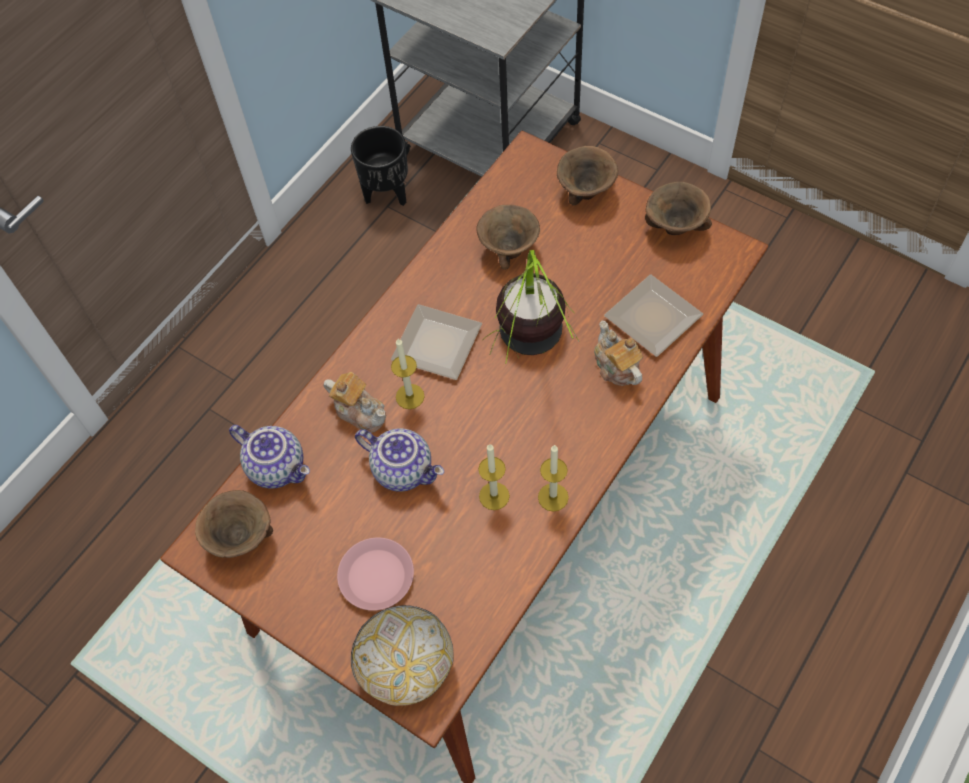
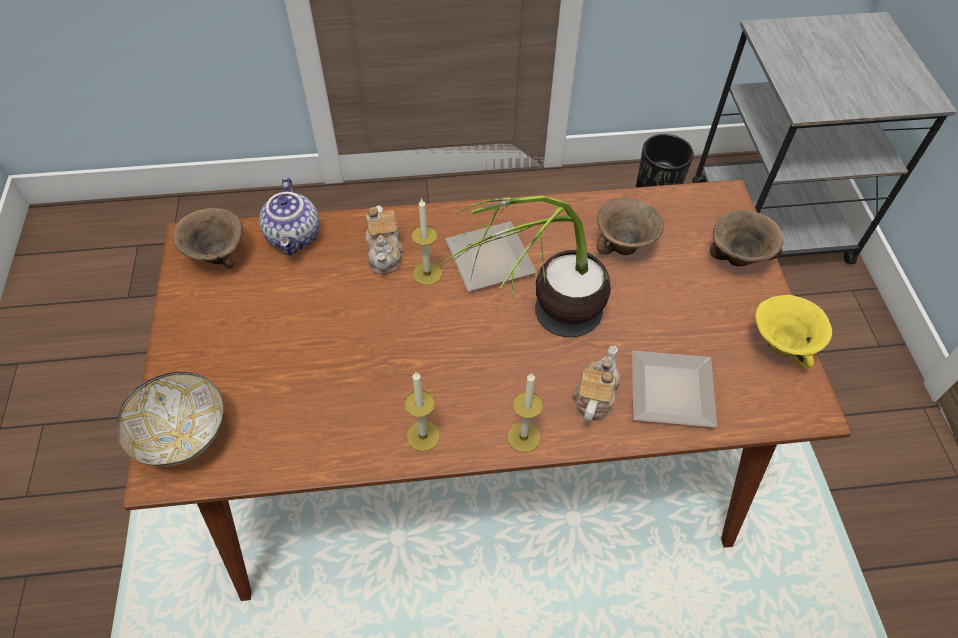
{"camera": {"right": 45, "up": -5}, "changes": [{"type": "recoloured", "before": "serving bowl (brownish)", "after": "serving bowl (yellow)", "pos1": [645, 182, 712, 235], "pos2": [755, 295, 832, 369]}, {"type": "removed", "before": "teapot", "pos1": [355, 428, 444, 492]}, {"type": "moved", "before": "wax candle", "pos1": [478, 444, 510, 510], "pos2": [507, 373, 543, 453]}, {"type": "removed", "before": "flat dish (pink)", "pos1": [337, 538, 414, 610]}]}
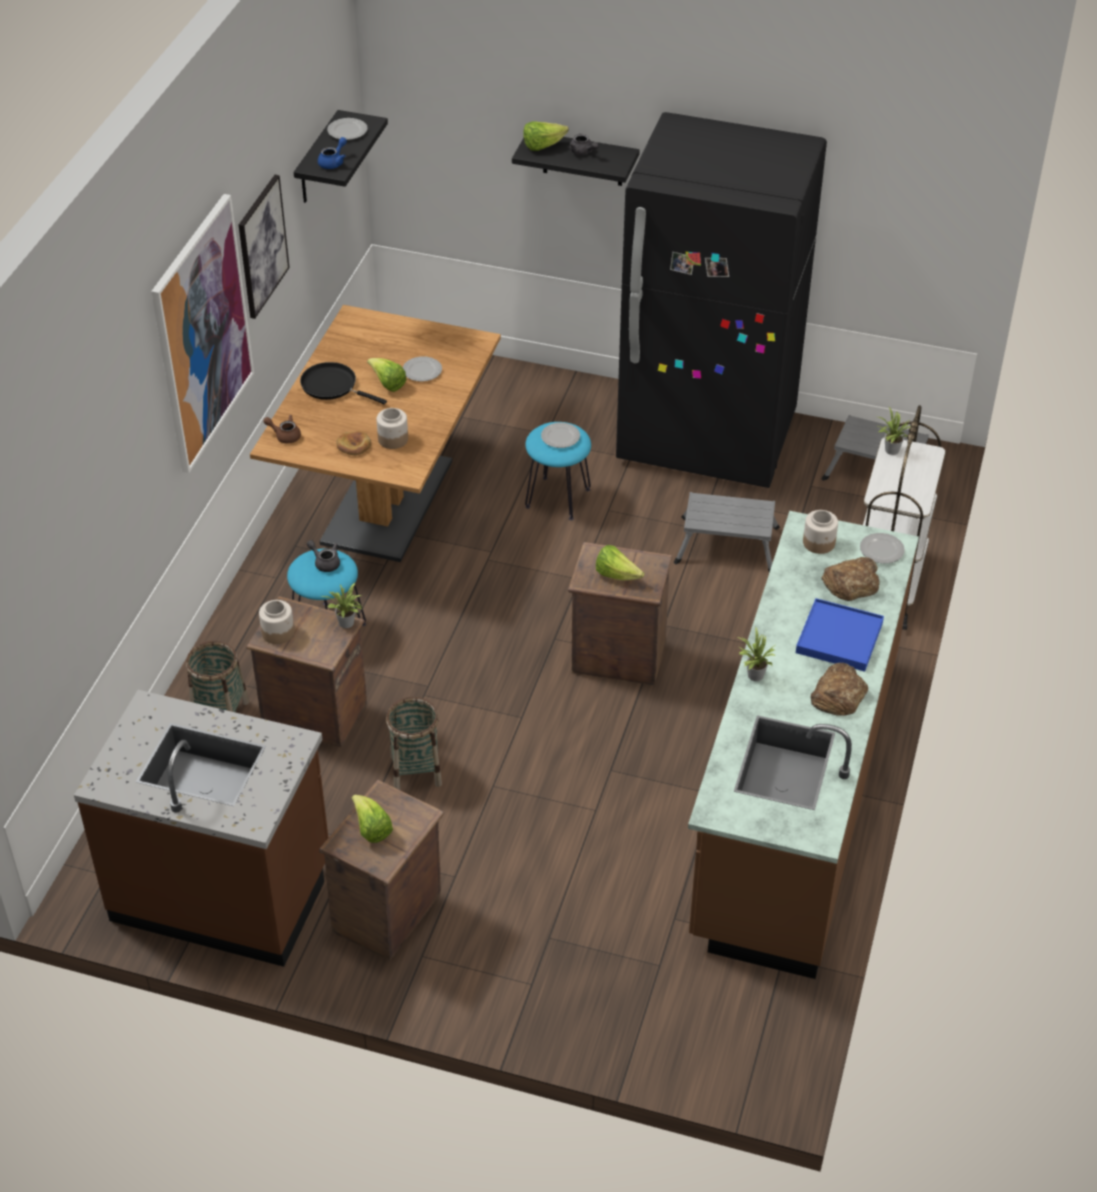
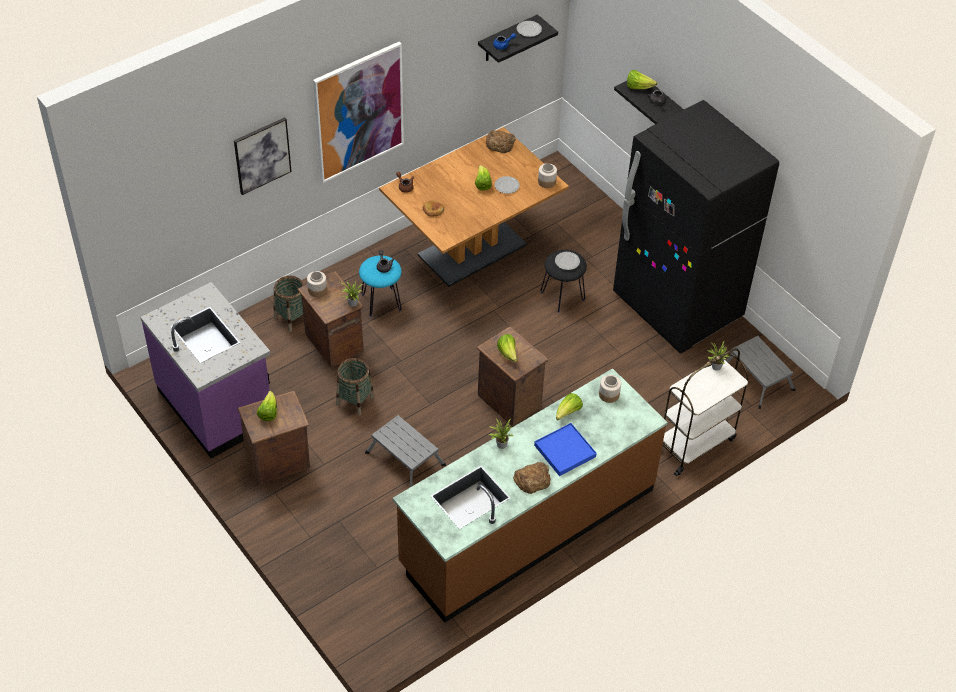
{"camera": {"right": 35, "up": 5}, "changes": [{"type": "moved", "before": "wall picture", "pos1": [239, 175, 290, 319], "pos2": [234, 117, 292, 195]}, {"type": "removed", "before": "pan (black)", "pos1": [300, 362, 387, 405]}, {"type": "moved", "before": "storage jar", "pos1": [376, 408, 408, 449], "pos2": [538, 163, 557, 188]}, {"type": "recoloured", "before": "sitting stool (turquoise-coloured)", "after": "sitting stool (black)", "pos1": [525, 422, 591, 520], "pos2": [540, 250, 587, 313]}, {"type": "moved", "before": "step stool (greyish)", "pos1": [674, 492, 780, 572], "pos2": [365, 415, 446, 487]}, {"type": "removed", "before": "flat dish", "pos1": [860, 533, 905, 564]}, {"type": "moved", "before": "bakery bread", "pos1": [822, 557, 880, 601], "pos2": [486, 130, 516, 153]}, {"type": "recoloured", "before": "kitchen counter (brownish)", "after": "kitchen counter (purple)", "pos1": [74, 690, 328, 967], "pos2": [140, 282, 270, 459]}, {"type": "added", "after": "lettuce", "pos2": [556, 393, 583, 420]}]}
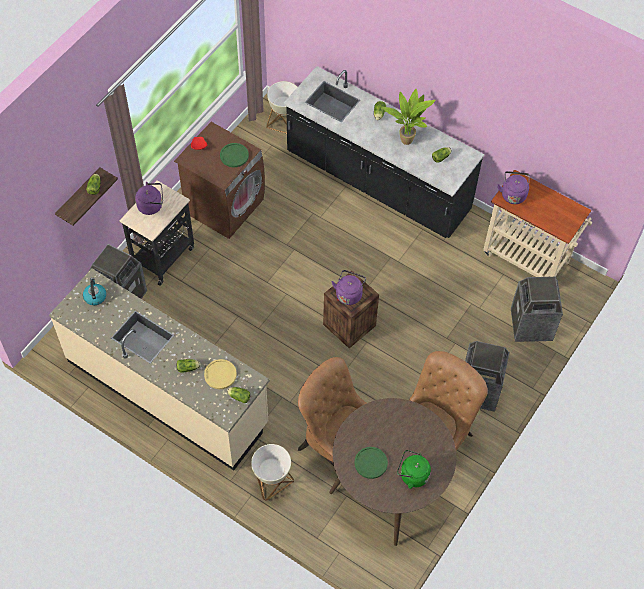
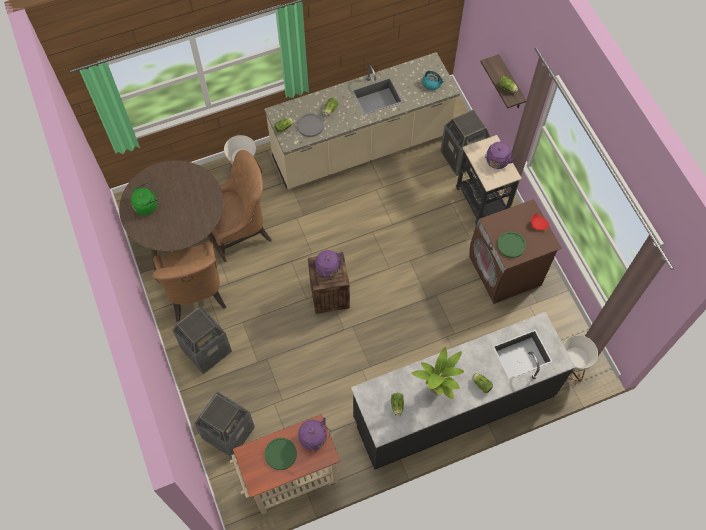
{"camera": {"right": 125, "up": 5}, "changes": [{"type": "recoloured", "before": "flat dish (yellow)", "after": "flat dish (greyish)", "pos1": [204, 359, 237, 389], "pos2": [297, 113, 324, 137]}, {"type": "moved", "before": "flat dish (green)", "pos1": [355, 447, 388, 479], "pos2": [265, 438, 297, 470]}]}
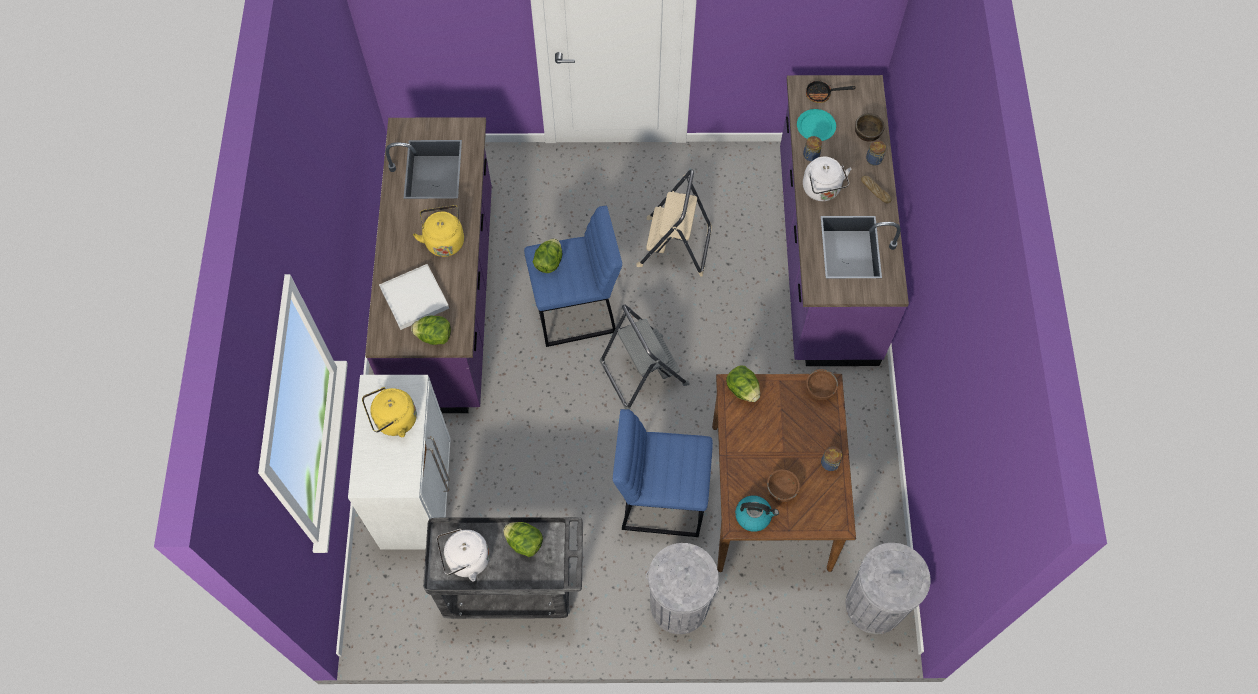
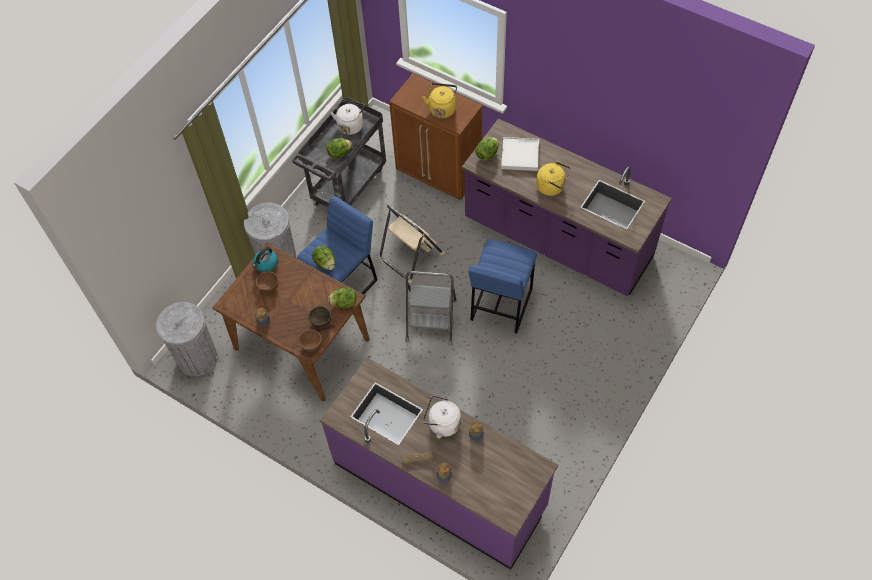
{"camera": {"right": 125, "up": -5}, "changes": [{"type": "removed", "before": "pan", "pos1": [806, 80, 856, 103]}, {"type": "removed", "before": "flat dish (turquoise-coloured)", "pos1": [797, 109, 836, 141]}, {"type": "moved", "before": "serving bowl (brownish)", "pos1": [855, 113, 884, 142], "pos2": [308, 306, 331, 328]}, {"type": "moved", "before": "step stool (beige-coloured)", "pos1": [636, 169, 712, 277], "pos2": [379, 205, 445, 283]}, {"type": "moved", "before": "lettuce", "pos1": [533, 238, 562, 273], "pos2": [312, 245, 335, 270]}, {"type": "recoloured", "before": "cabinet (white-coloured)", "after": "cabinet (brownish)", "pos1": [348, 375, 451, 550], "pos2": [389, 74, 483, 201]}]}
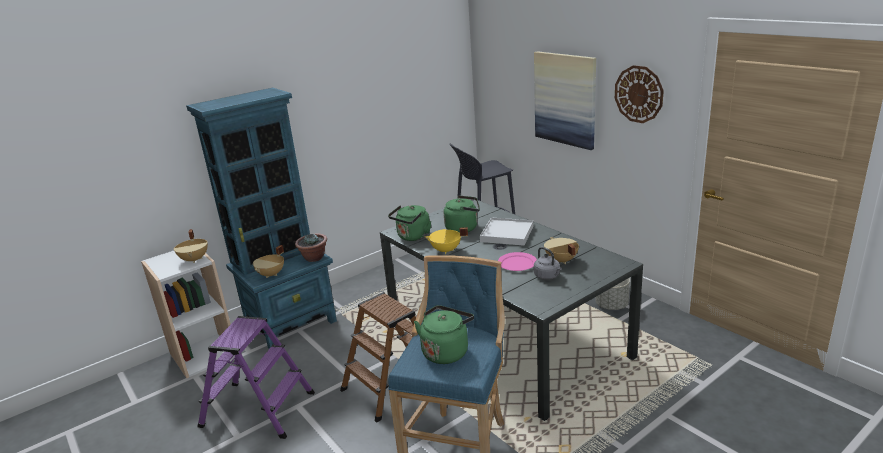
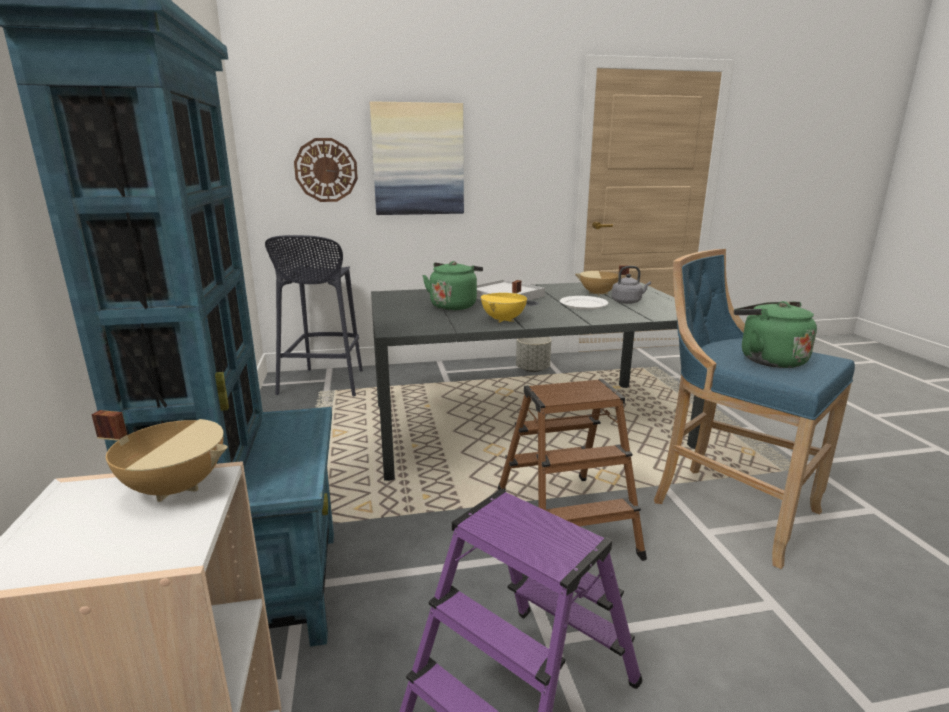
{"camera": {"right": -65, "up": -5}, "changes": [{"type": "moved", "before": "wall clock", "pos1": [615, 65, 664, 123], "pos2": [294, 138, 358, 202]}, {"type": "removed", "before": "kettle (green)", "pos1": [388, 205, 431, 241]}, {"type": "removed", "before": "houseplant", "pos1": [295, 233, 327, 262]}, {"type": "removed", "before": "saucepot (beige-coloured)", "pos1": [253, 245, 284, 278]}, {"type": "recoloured", "before": "flat dish (pink)", "after": "flat dish (white-coloured)", "pos1": [498, 252, 537, 271], "pos2": [560, 296, 608, 310]}]}
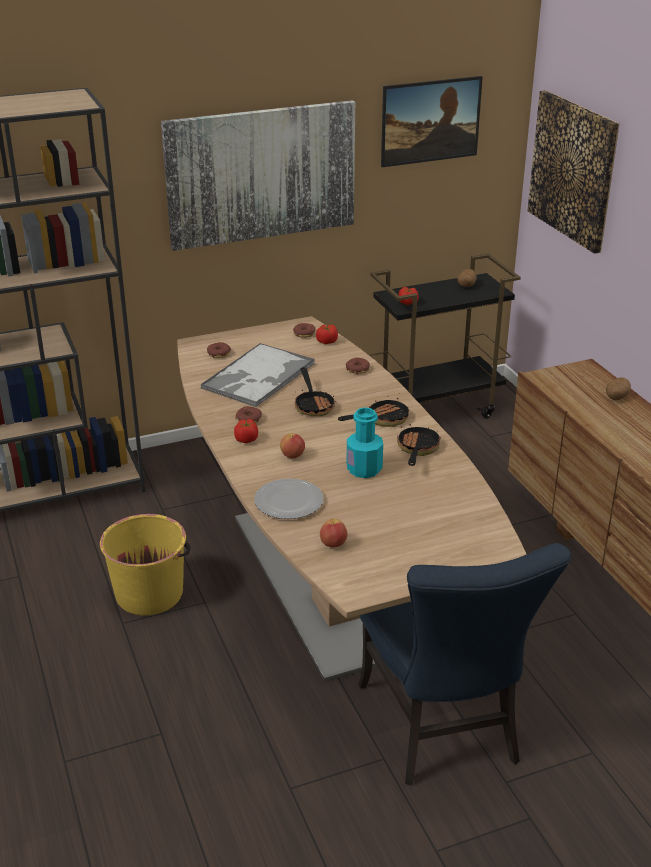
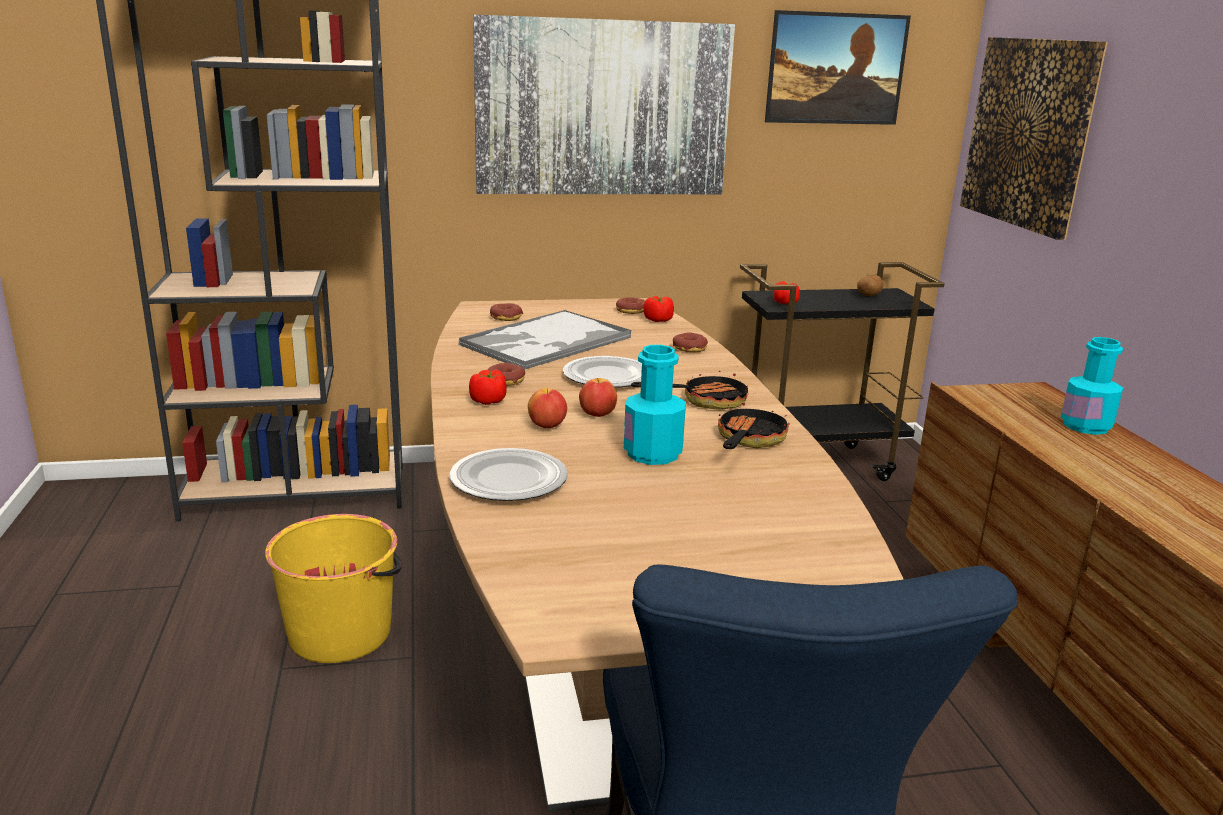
{"camera": {"right": 10, "up": -10}, "changes": [{"type": "replaced", "before": "pan", "after": "flat dish", "pos1": [294, 367, 336, 416], "pos2": [563, 356, 642, 388]}, {"type": "replaced", "before": "potato", "after": "beverage bottle (turquoise-coloured)", "pos1": [606, 377, 631, 400], "pos2": [1061, 337, 1123, 435]}, {"type": "moved", "before": "apple", "pos1": [320, 519, 347, 547], "pos2": [579, 378, 617, 417]}]}
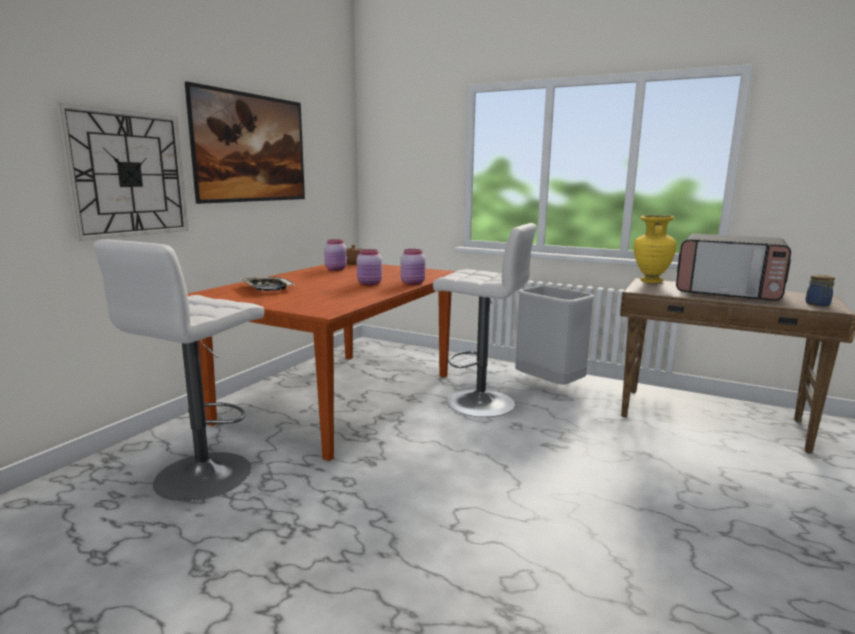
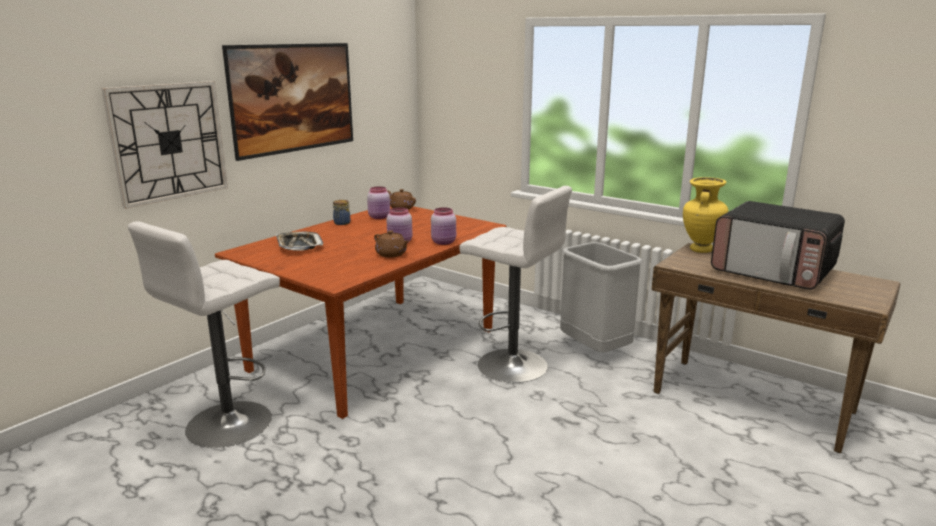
{"camera": {"right": 10, "up": 5}, "changes": [{"type": "moved", "before": "storage jar", "pos1": [806, 275, 835, 306], "pos2": [333, 200, 350, 225]}, {"type": "added", "after": "teapot (brownish)", "pos2": [374, 230, 409, 258]}]}
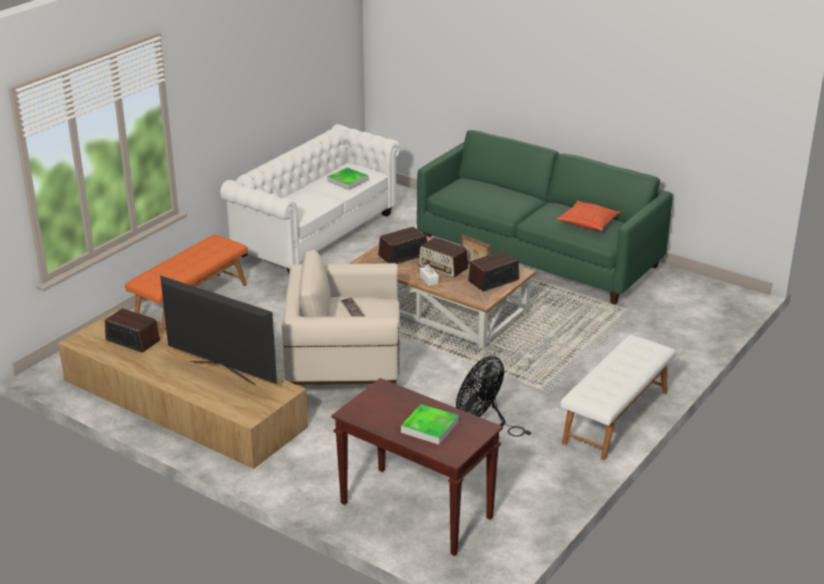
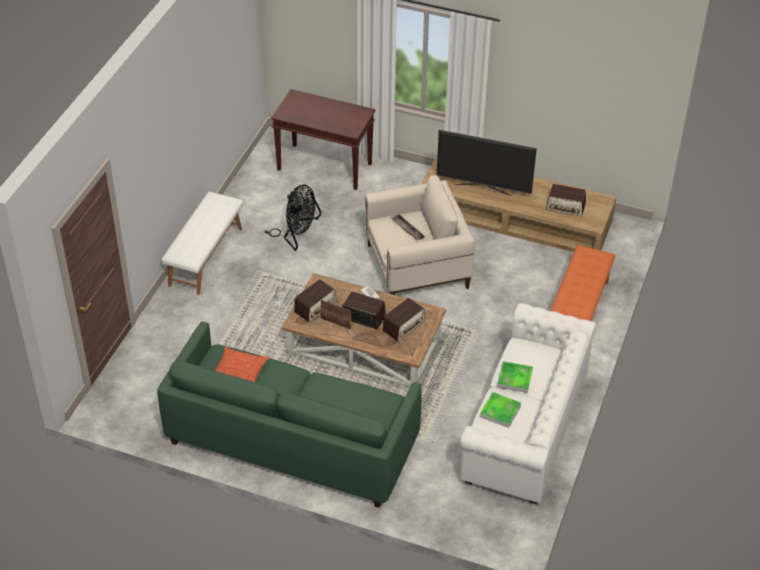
{"camera": {"right": 165, "up": 15}, "changes": [{"type": "moved", "before": "carrying tray", "pos1": [401, 404, 459, 445], "pos2": [497, 361, 533, 393]}]}
